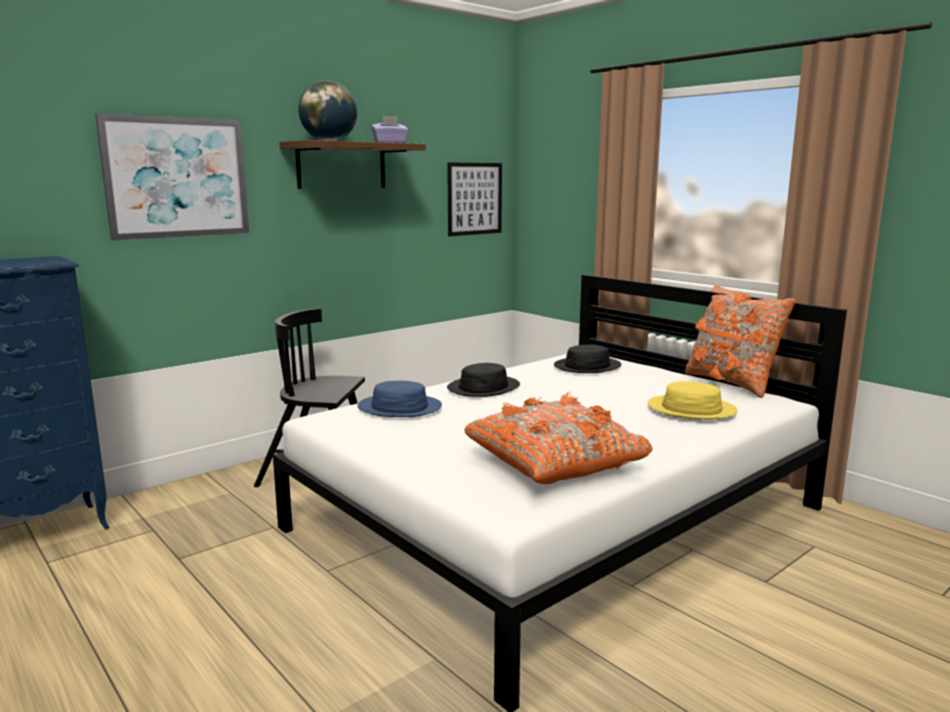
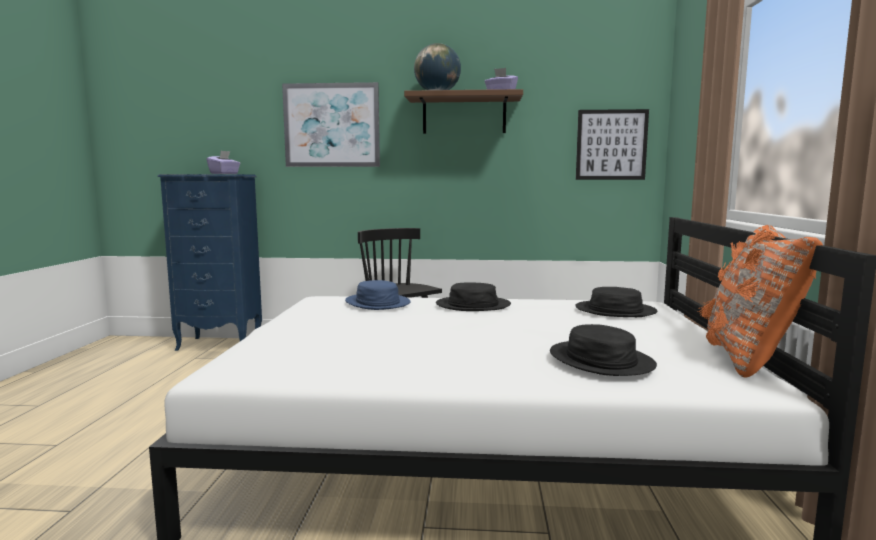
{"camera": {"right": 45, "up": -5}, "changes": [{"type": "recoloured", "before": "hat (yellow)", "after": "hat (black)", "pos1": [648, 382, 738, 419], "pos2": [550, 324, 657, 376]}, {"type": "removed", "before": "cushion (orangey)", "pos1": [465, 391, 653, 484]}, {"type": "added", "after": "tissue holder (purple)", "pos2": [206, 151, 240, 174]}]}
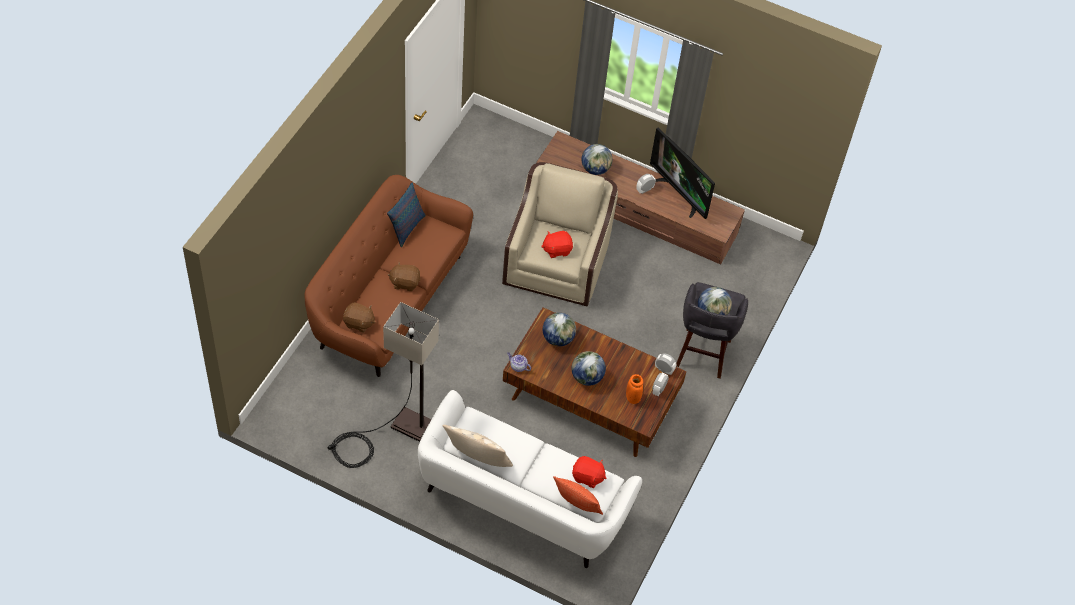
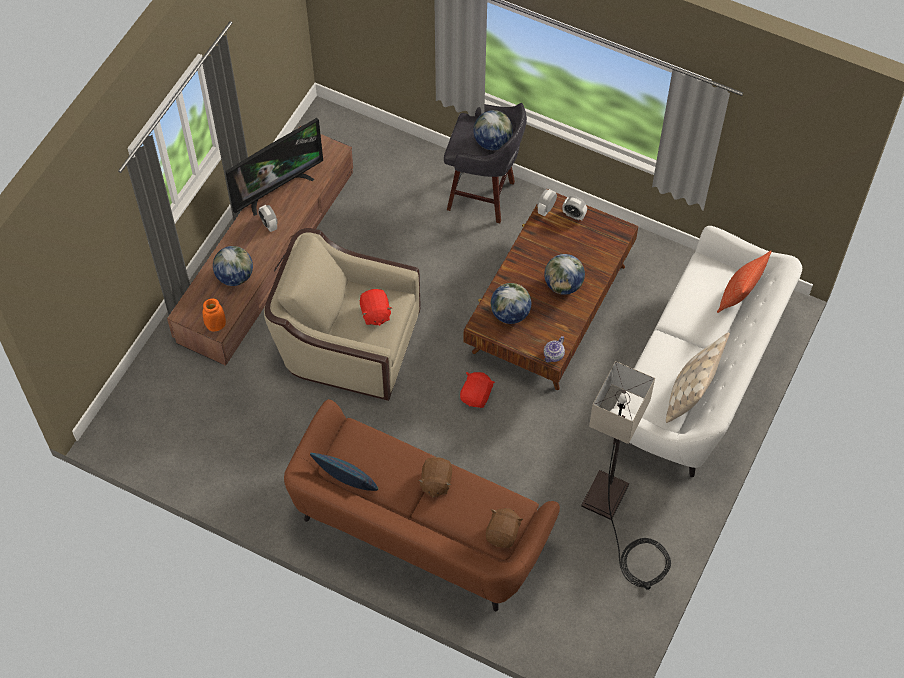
{"camera": {"right": -85, "up": 5}, "changes": [{"type": "moved", "before": "flower vase (orangey)", "pos1": [626, 374, 643, 404], "pos2": [203, 298, 226, 332]}, {"type": "moved", "before": "cuddly toy (red)", "pos1": [572, 456, 607, 488], "pos2": [460, 372, 495, 408]}]}
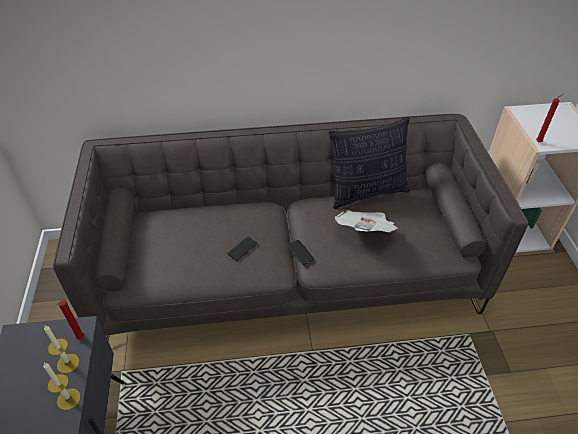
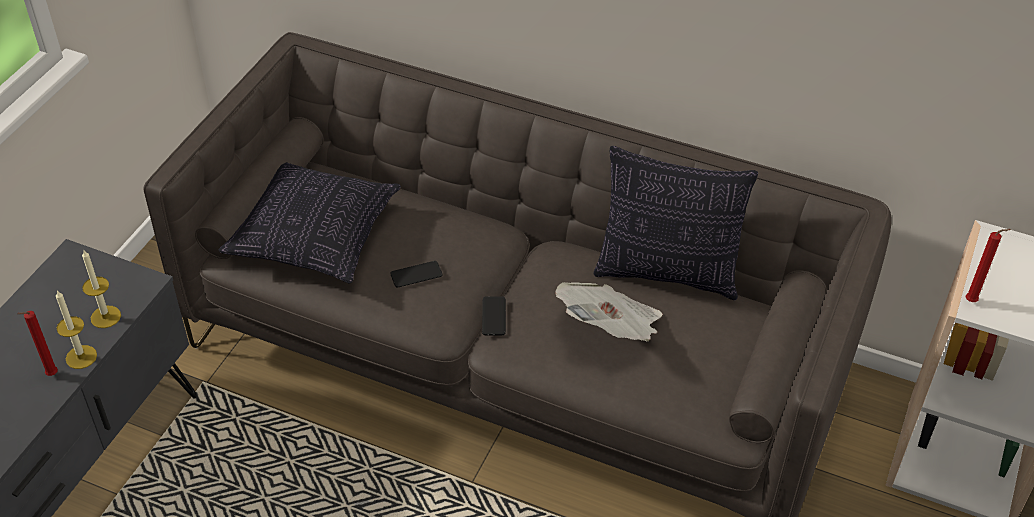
{"camera": {"right": 30, "up": 0}, "changes": [{"type": "moved", "before": "wax candle (red)", "pos1": [56, 300, 84, 340], "pos2": [17, 311, 58, 376]}, {"type": "added", "after": "cushion", "pos2": [218, 162, 401, 284]}]}
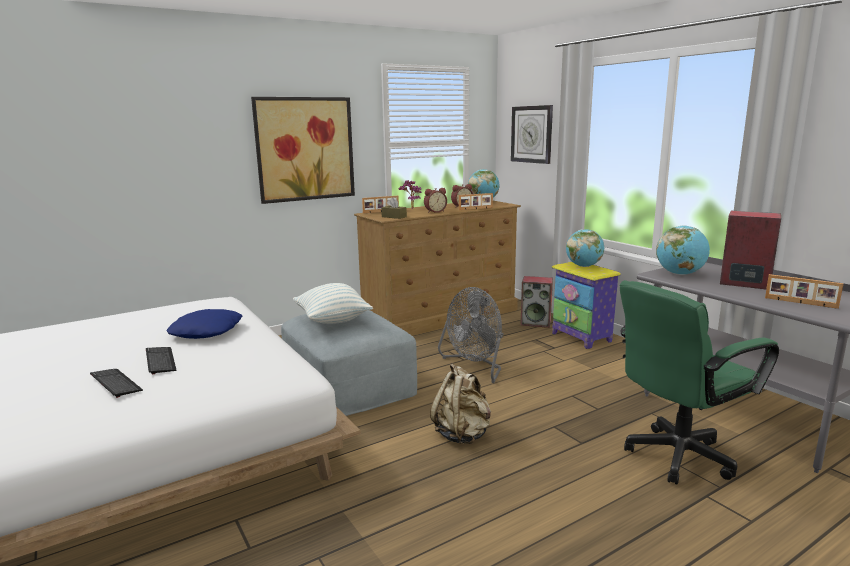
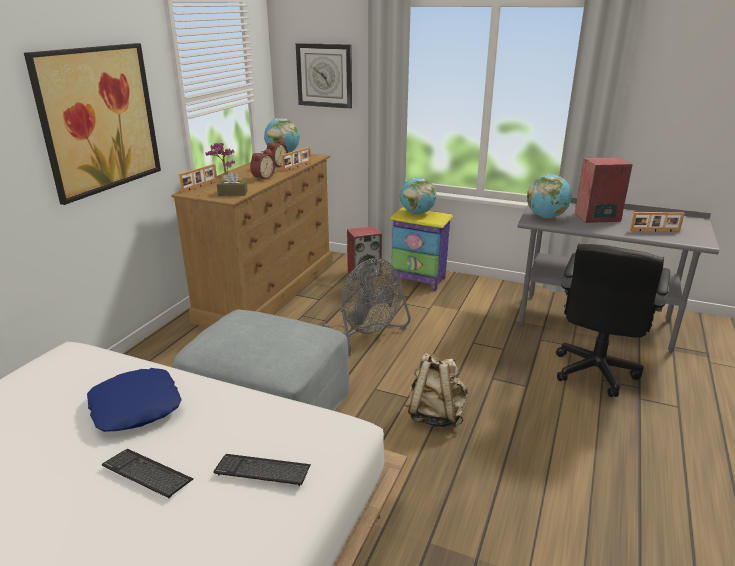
{"camera": {"right": -35, "up": 10}, "changes": [{"type": "recoloured", "before": "office chair (green)", "after": "office chair (black)", "pos1": [620, 280, 779, 485], "pos2": [556, 243, 670, 397]}, {"type": "removed", "before": "cushion", "pos1": [293, 283, 373, 324]}, {"type": "turned", "before": "electric fan (greyish)", "pos1": [438, 287, 504, 383], "pos2": [324, 258, 411, 356], "turn": -60}, {"type": "moved", "before": "PC keyboard", "pos1": [90, 369, 143, 398], "pos2": [213, 454, 311, 486]}]}
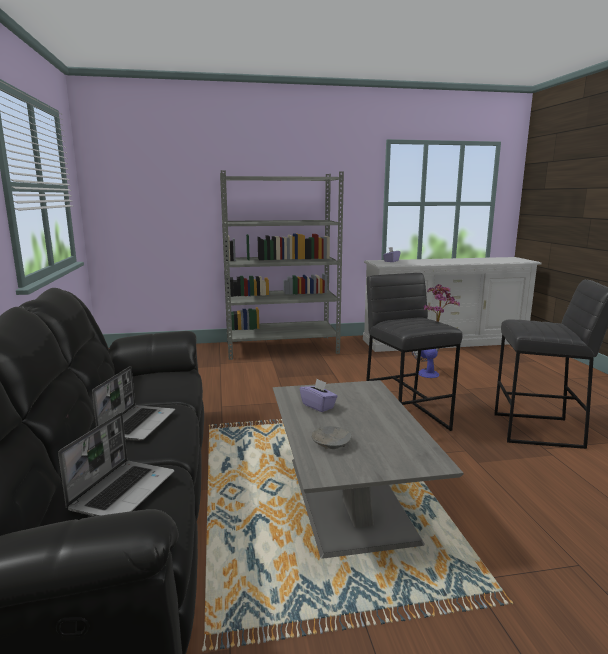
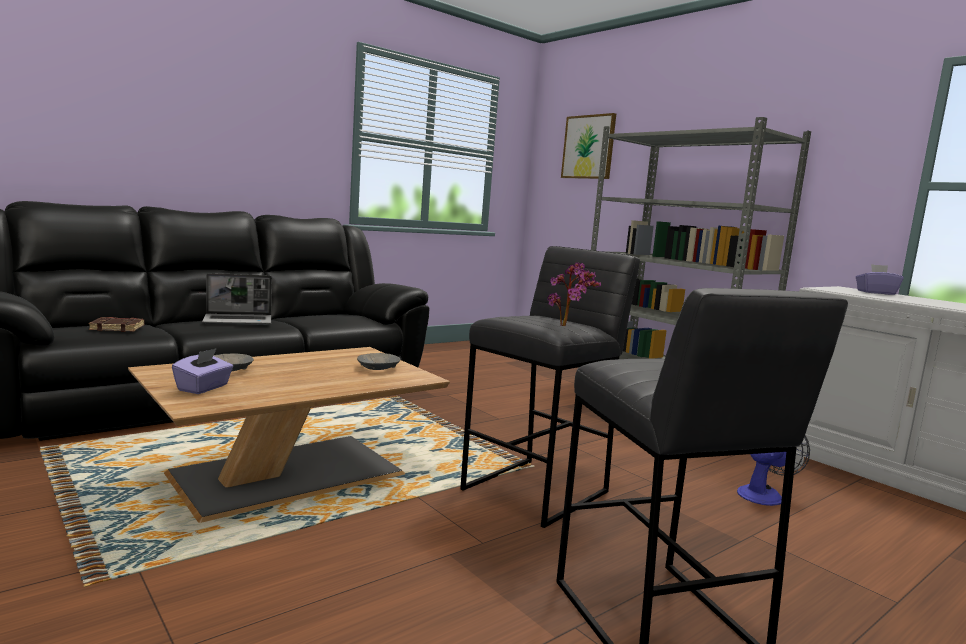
{"camera": {"right": 60, "up": -5}, "changes": [{"type": "moved", "before": "tissue holder (purple)", "pos1": [300, 379, 338, 412], "pos2": [172, 348, 233, 394]}, {"type": "recoloured", "before": "lounge table (greyish)", "after": "lounge table (brownish)", "pos1": [273, 380, 464, 559], "pos2": [128, 347, 450, 523]}, {"type": "replaced", "before": "portable computer", "after": "bound book (brownish)", "pos1": [58, 412, 174, 516], "pos2": [89, 317, 145, 332]}, {"type": "added", "after": "wall picture", "pos2": [561, 113, 616, 179]}, {"type": "added", "after": "serving bowl (greyish)", "pos2": [357, 353, 401, 370]}]}
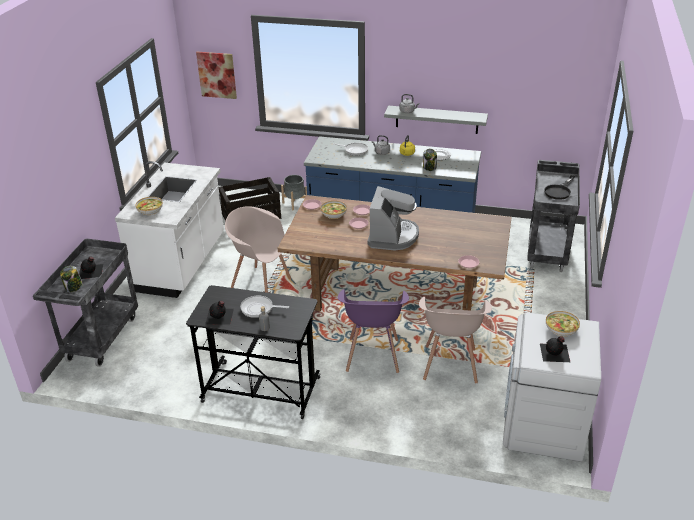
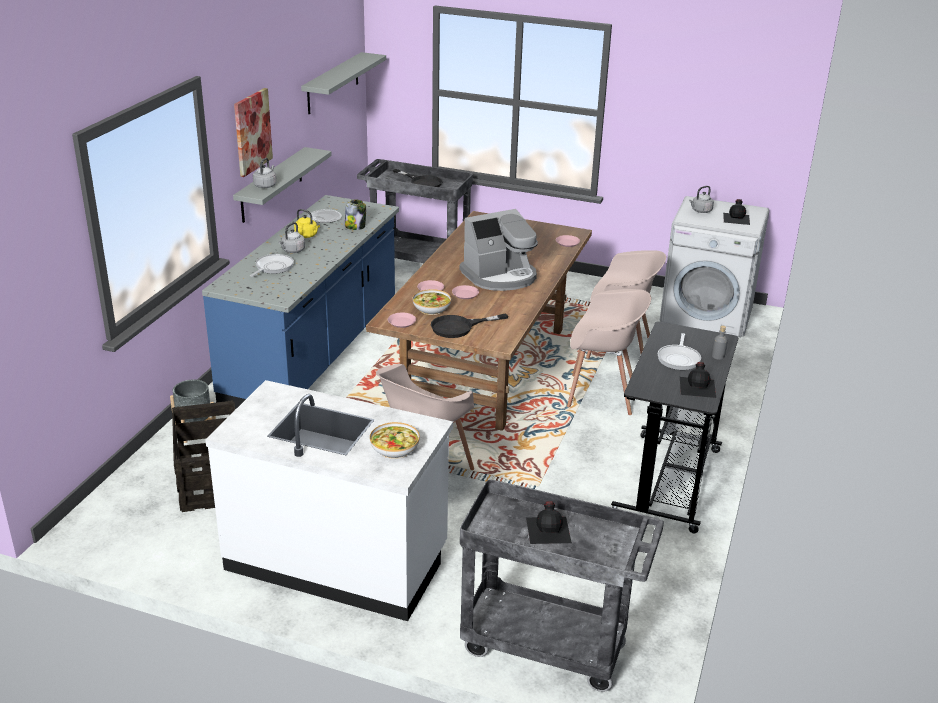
{"camera": {"right": -85, "up": -5}, "changes": [{"type": "moved", "before": "wall picture", "pos1": [196, 52, 237, 99], "pos2": [234, 88, 273, 177]}, {"type": "turned", "before": "coffee machine", "pos1": [367, 186, 419, 250], "pos2": [459, 209, 538, 291], "turn": 135}, {"type": "removed", "before": "storage jar", "pos1": [60, 266, 83, 292]}, {"type": "recoloured", "before": "plain chair (purple)", "after": "plain chair (beige-coloured)", "pos1": [338, 289, 409, 373], "pos2": [567, 289, 651, 415]}, {"type": "replaced", "before": "serving bowl", "after": "kettle (greyish)", "pos1": [546, 311, 580, 337], "pos2": [689, 186, 714, 213]}, {"type": "added", "after": "bracket shelf (greyish)", "pos2": [301, 52, 386, 114]}, {"type": "added", "after": "pan (black)", "pos2": [431, 313, 508, 338]}]}
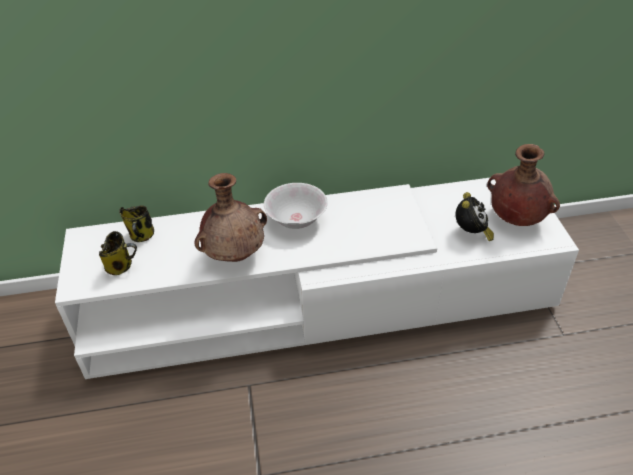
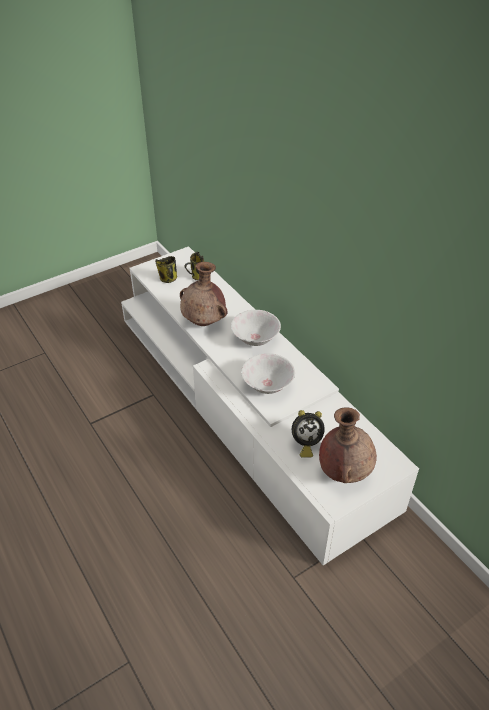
{"camera": {"right": 65, "up": 0}, "changes": [{"type": "added", "after": "serving bowl (white-coloured)", "pos2": [241, 353, 295, 394]}]}
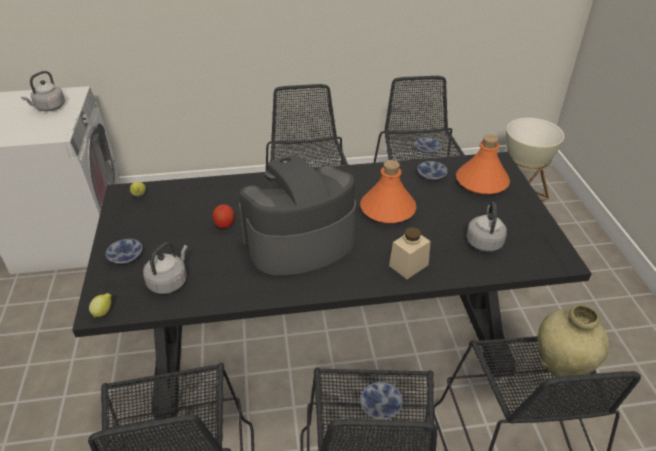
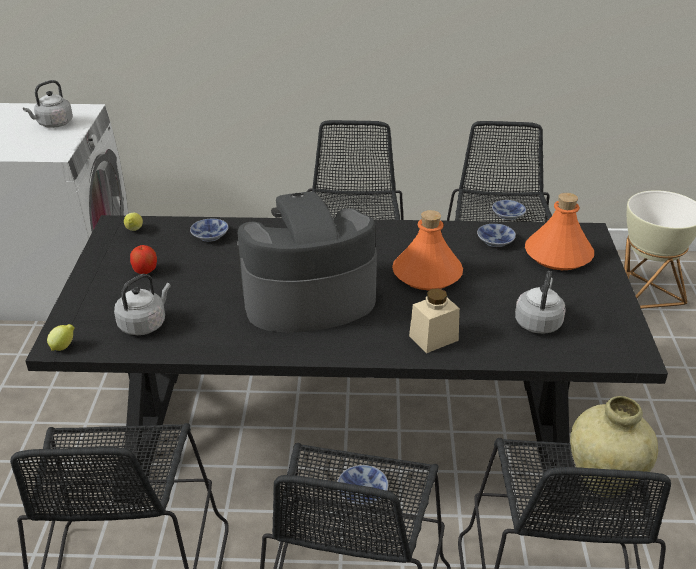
{"camera": {"right": 10, "up": -5}, "changes": [{"type": "moved", "before": "apple", "pos1": [213, 204, 235, 228], "pos2": [130, 245, 157, 274]}, {"type": "moved", "before": "serving bowl", "pos1": [106, 239, 142, 264], "pos2": [190, 219, 228, 242]}]}
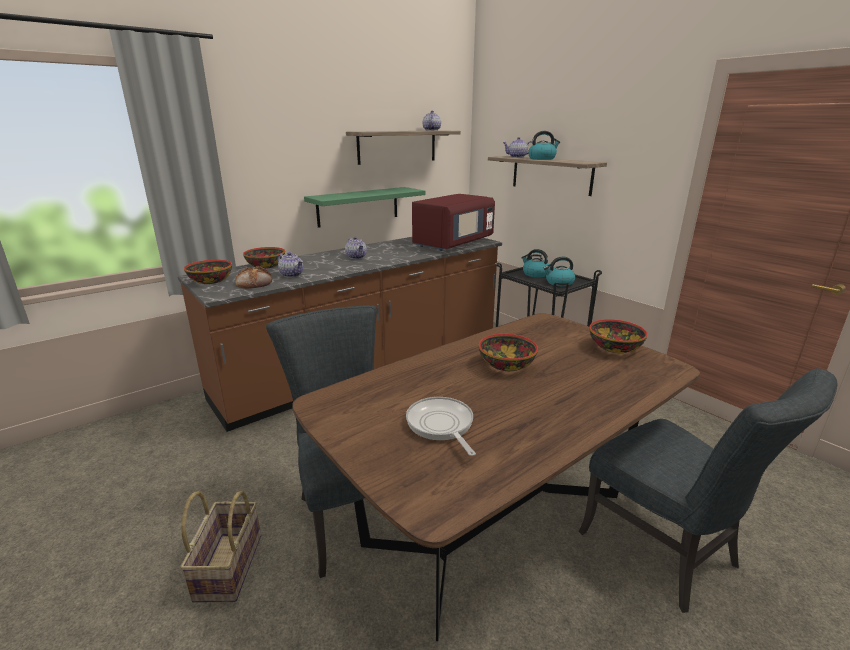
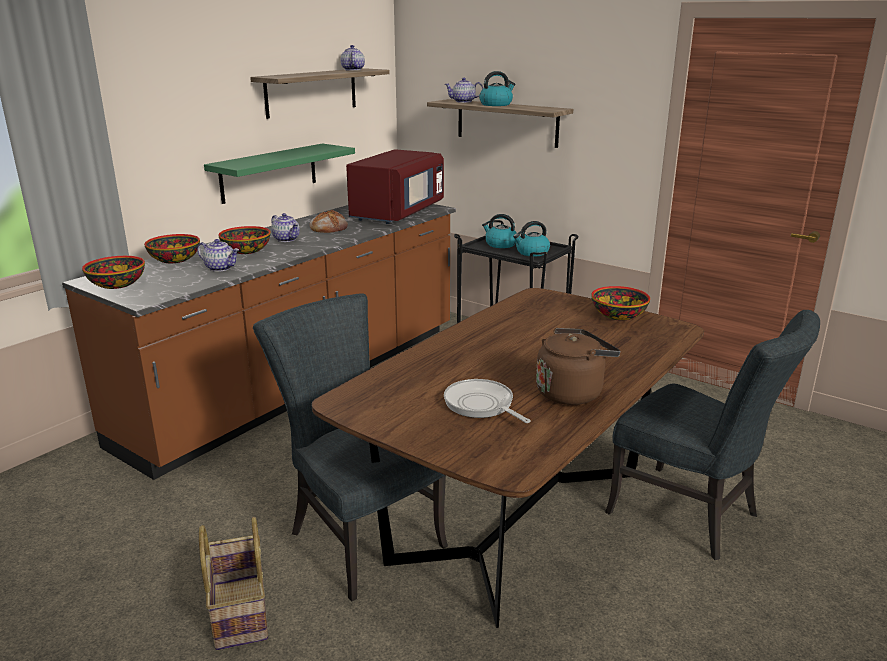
{"camera": {"right": -15, "up": 0}, "changes": [{"type": "moved", "before": "bakery bread", "pos1": [235, 266, 273, 289], "pos2": [310, 210, 348, 233]}, {"type": "moved", "before": "serving bowl", "pos1": [479, 334, 538, 371], "pos2": [218, 226, 271, 254]}, {"type": "added", "after": "kettle (brownish)", "pos2": [536, 328, 620, 405]}]}
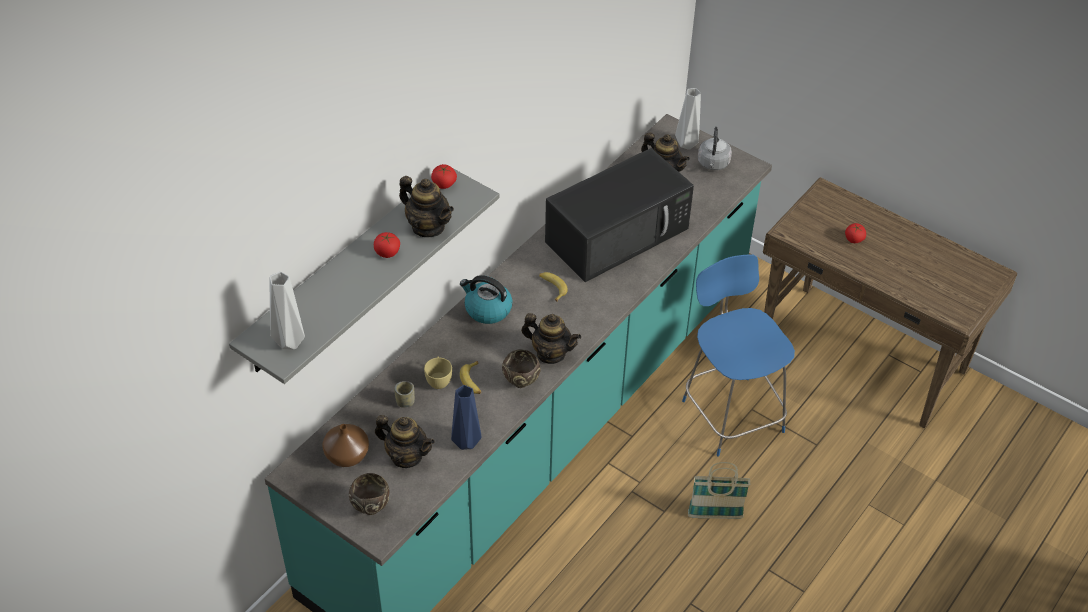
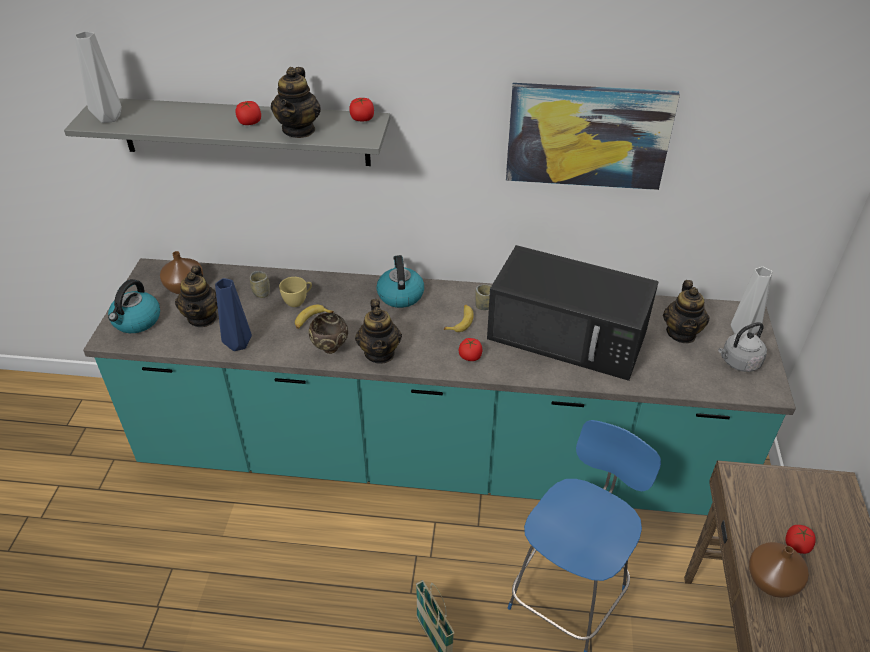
{"camera": {"right": 60, "up": -5}, "changes": [{"type": "replaced", "before": "serving bowl (brownish)", "after": "kettle", "pos1": [349, 473, 390, 515], "pos2": [108, 279, 160, 333]}, {"type": "added", "after": "wall picture", "pos2": [506, 83, 680, 190]}, {"type": "added", "after": "drinking cup", "pos2": [475, 285, 491, 310]}, {"type": "added", "after": "tomato", "pos2": [459, 338, 482, 361]}, {"type": "added", "after": "flower vase (brownish)", "pos2": [749, 542, 809, 598]}]}
